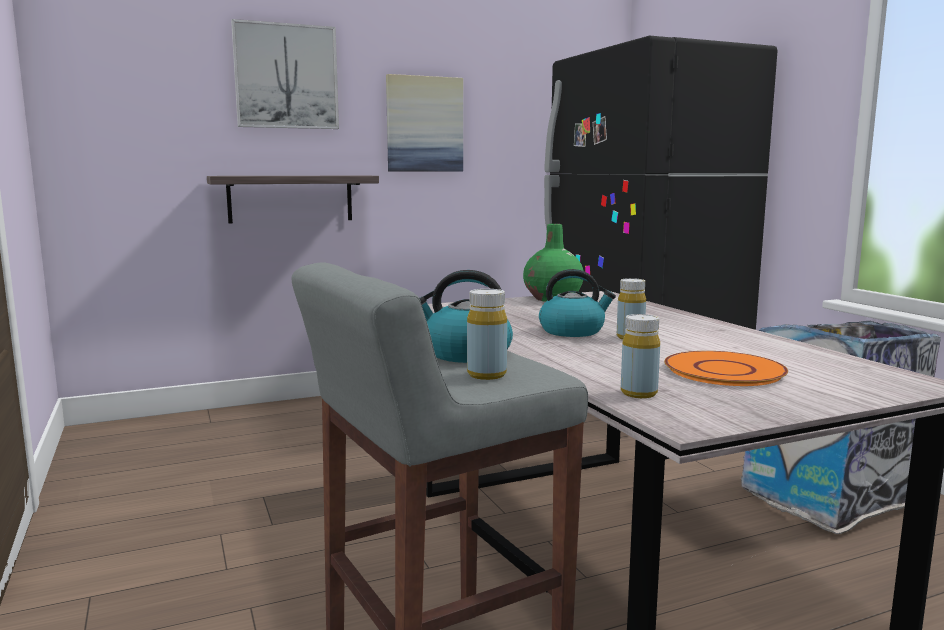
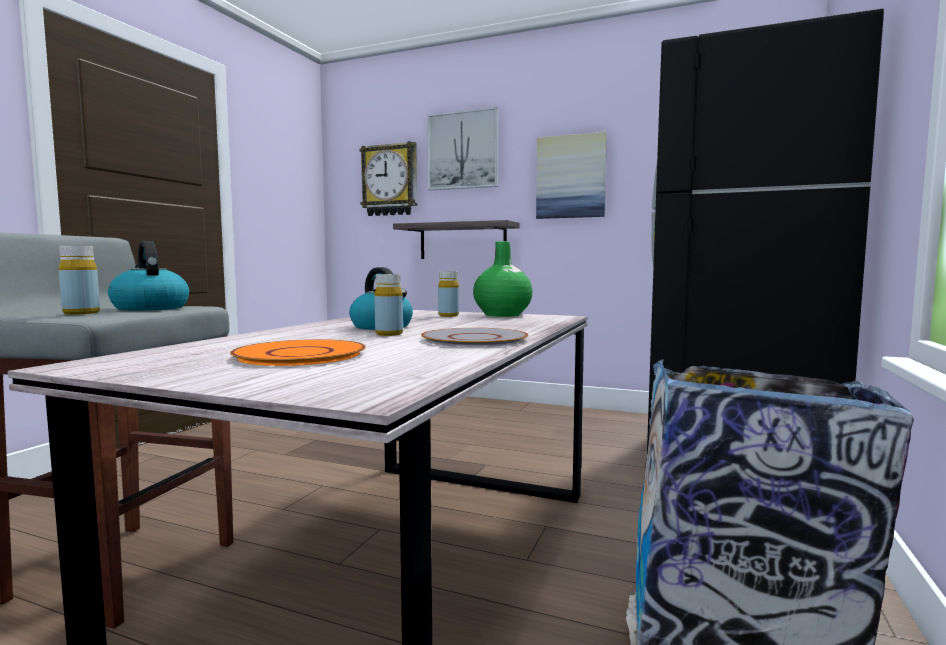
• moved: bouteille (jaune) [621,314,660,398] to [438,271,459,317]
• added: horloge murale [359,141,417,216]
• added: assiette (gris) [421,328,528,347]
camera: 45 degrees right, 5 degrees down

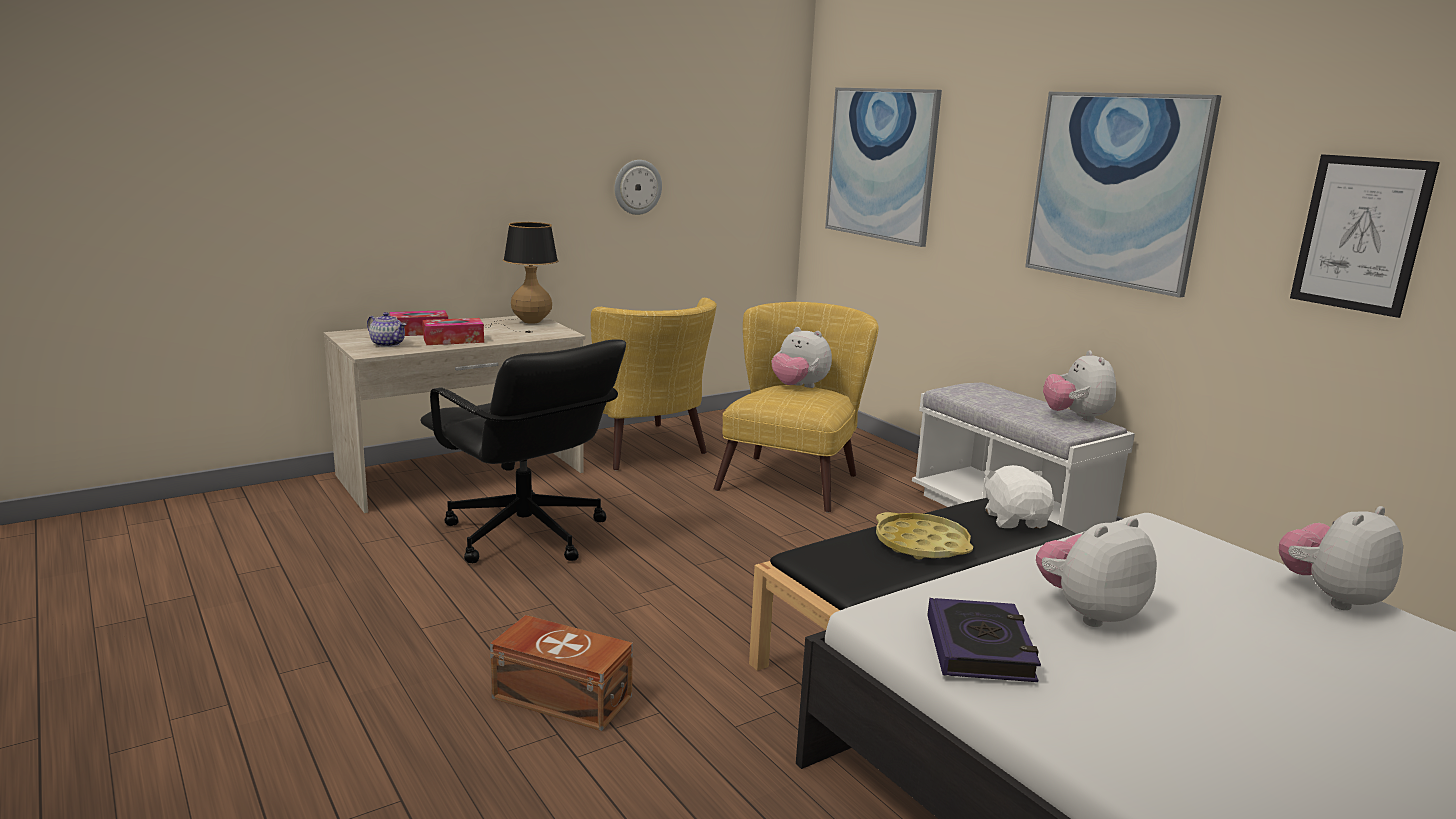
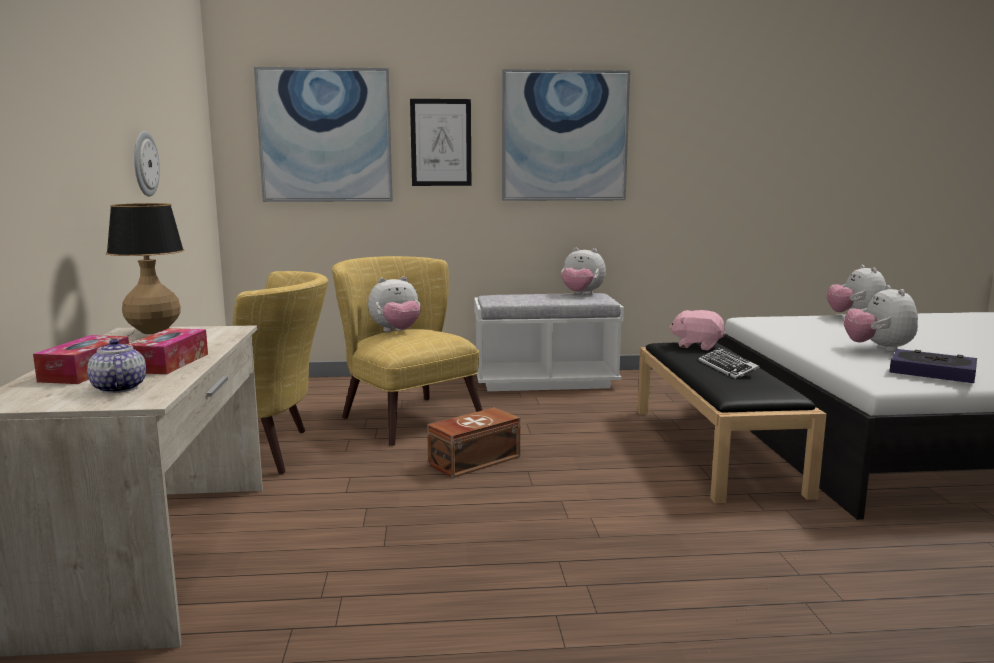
• turned: théière [367,312,406,347] = [87,339,146,393] 90 degrees counterclockwise
• removed: chaise de bureau (noir) [420,339,626,563]
• moved: boîte de rangement (marron) [490,615,633,731] to [427,408,520,478]
• replaced: plateau (jaune) [876,512,973,559] to clavier [699,348,760,379]
• recoloured: peluche (blanc) [984,465,1054,528] to peluche (rose) [669,310,725,350]
• moved: tableau [1290,154,1440,318] to [410,99,471,186]
camera: 60 degrees left, 5 degrees down

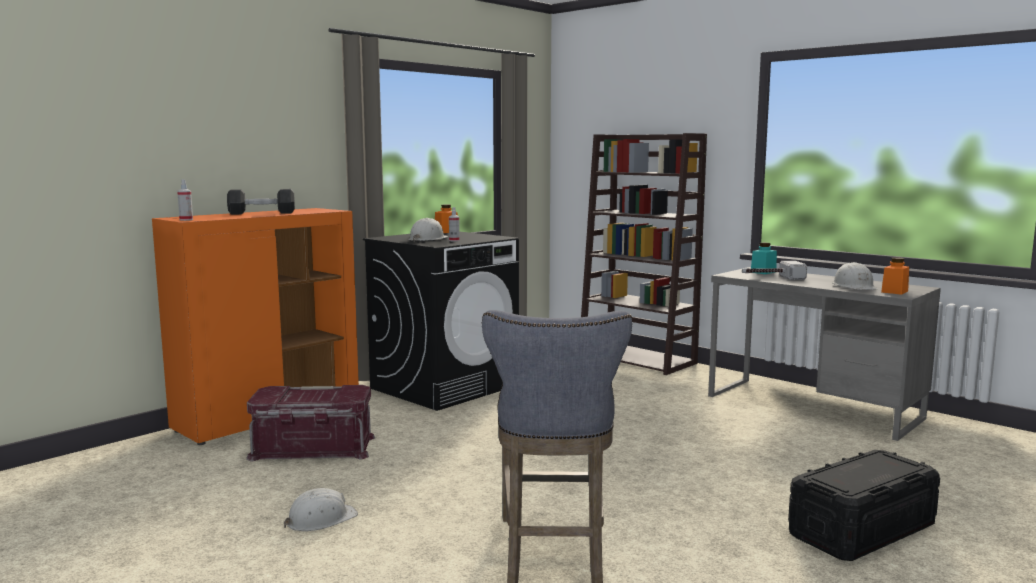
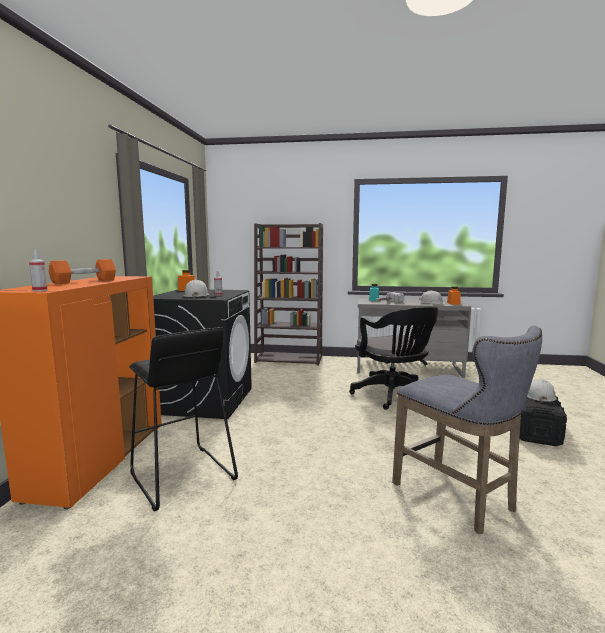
• recoloured: haltère (noir) [227,189,295,215] to haltère (orange) [49,259,116,284]
• replaced: boîte de rangement (rouge) [246,385,375,462] to tabouret (noir) [129,327,238,511]
• moved: casque de chantier (blanc) [283,488,358,531] to [527,379,557,403]
• added: chaise de bureau (noir) [349,307,438,410]
camera: 35 degrees left, 0 degrees up

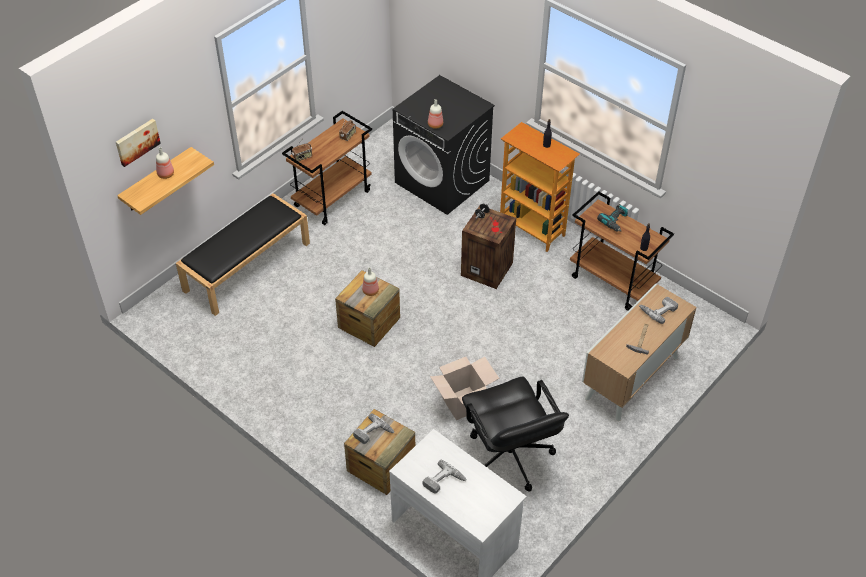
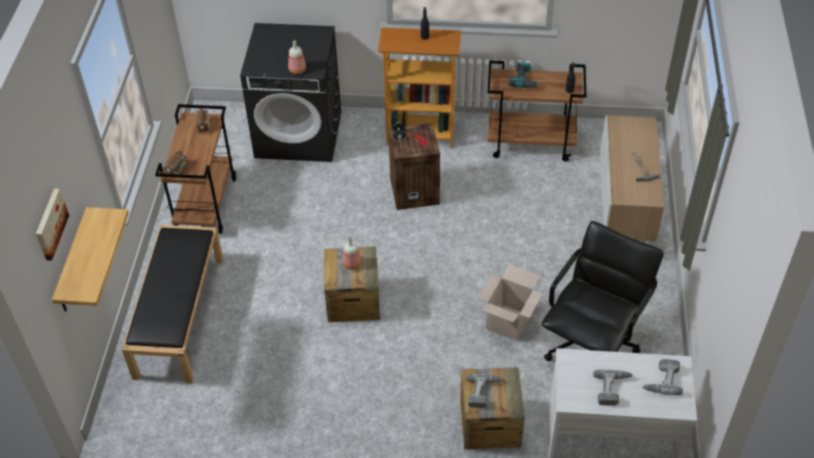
• removed: bouteille [156,147,174,179]
• turned: chaise de bureau (noir) [462,377,569,492] = [542,221,664,361] 90 degrees counterclockwise
• moved: perceuse [639,297,678,324] to [642,359,683,395]
camera: 35 degrees left, 0 degrees up

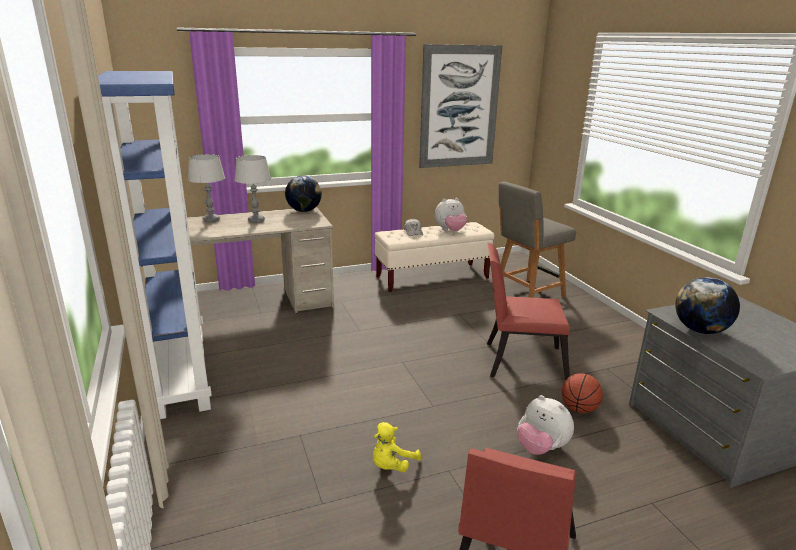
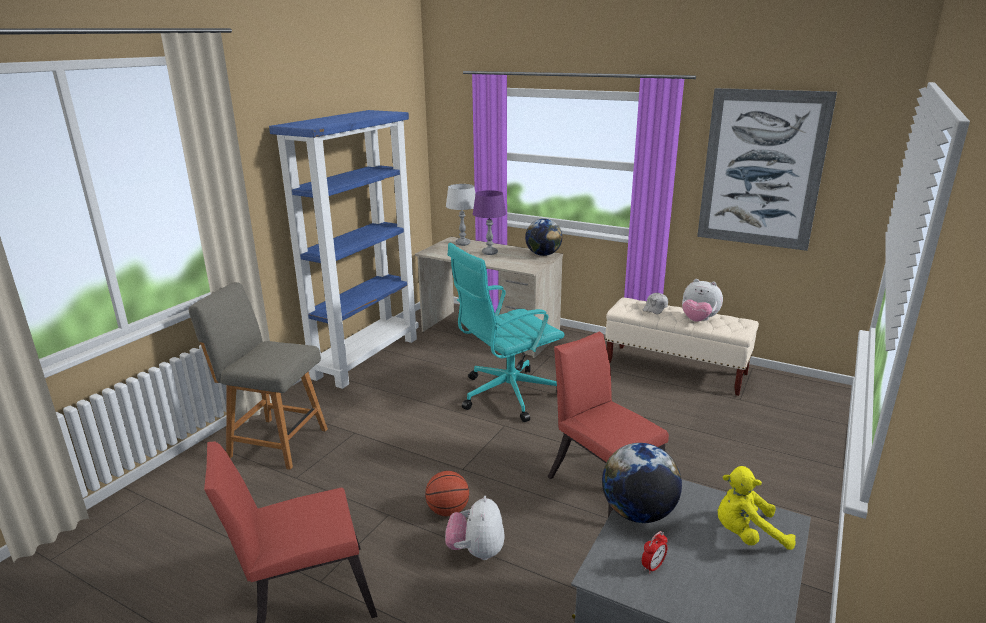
• recoloured: lampe de table (gris) [235,155,271,223] to lampe de table (violet) [473,190,506,255]
• moved: peluche (jaune) [373,422,421,472] to [718,466,795,550]
• moved: chaise (gris) [499,182,576,298] to [188,282,328,470]
• moved: ballon de basket [562,373,603,413] to [425,471,469,517]
• added: chaise de bureau (turquoise) [447,243,565,422]
• added: réveil [642,531,668,574]
camera: 50 degrees right, 0 degrees up

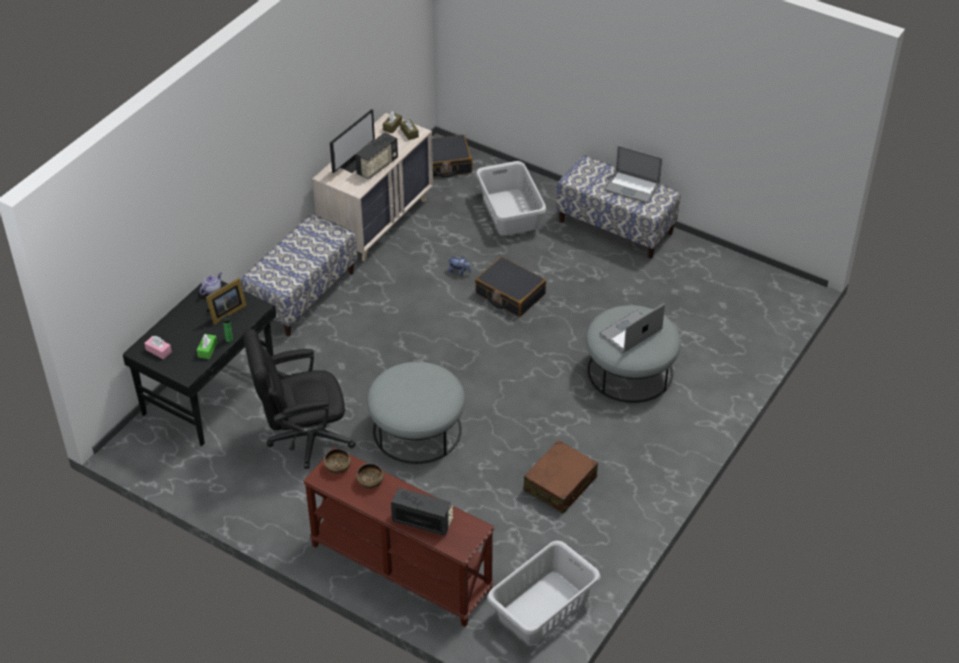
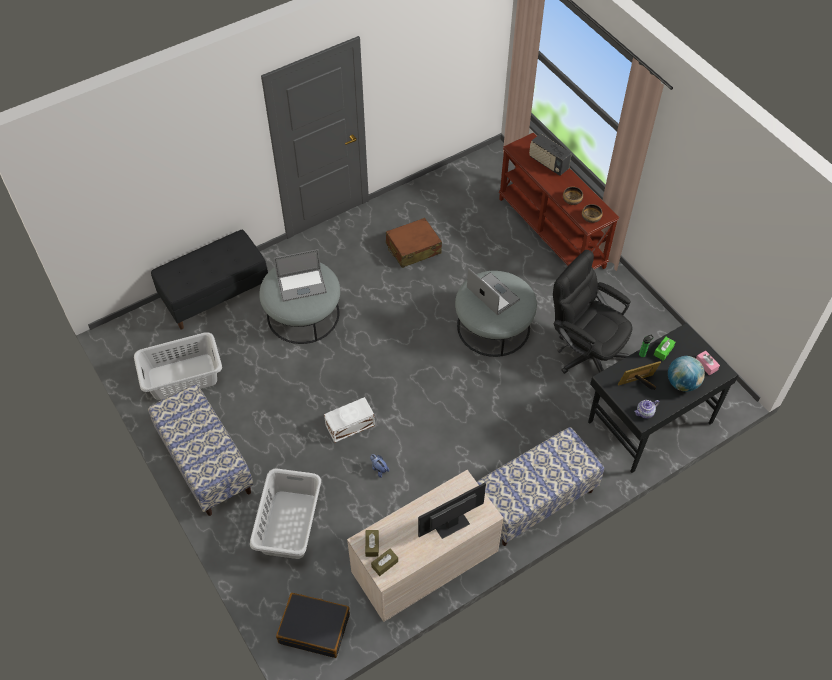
• turned: chaise de bureau (noir) [243,329,356,469] = [553,250,633,373] 150 degrees counterclockwise
• removed: radio [355,132,398,180]
• replaced: valise (noir) [475,257,546,317] to boîte de rangement (blanc) [324,397,375,443]
• moved: panier à linge (gris) [487,541,601,644] to [134,332,222,400]
• moved: ordinateur portable [604,145,662,203] to [467,268,520,315]
• added: banc (noir) [151,230,268,330]
• added: globe [668,356,705,392]
camera: 155 degrees left, 10 degrees up

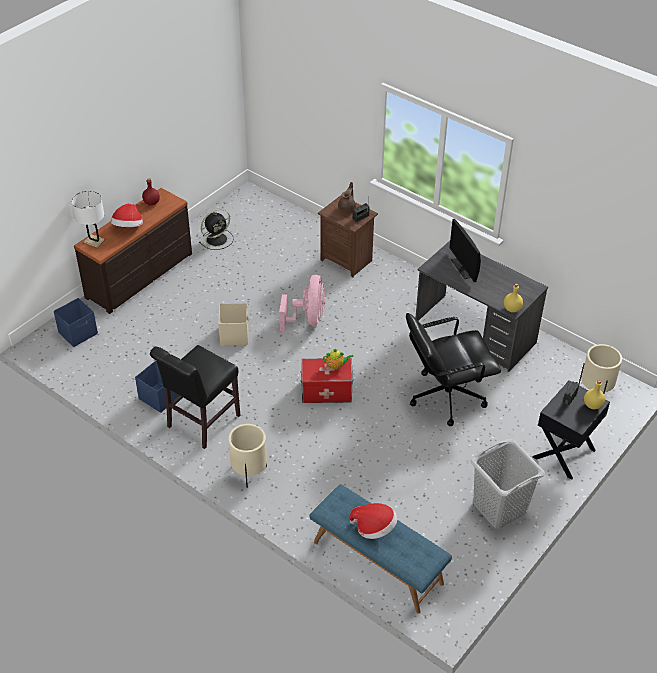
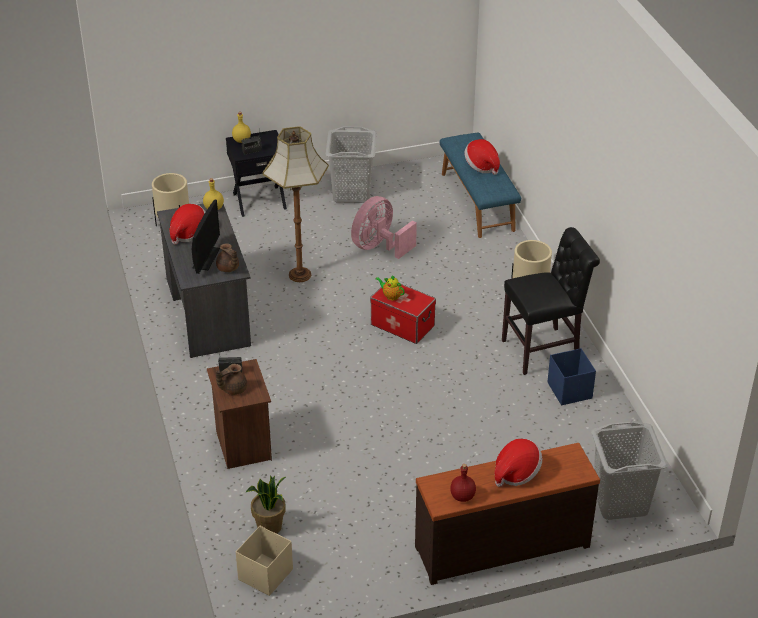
• replaced: boîte de rangement (bleu) [54,298,98,347] to panier à linge (gris) [591,421,668,520]
• removed: lampe de table (blanc) [72,191,105,247]
• removed: ventilateur (noir) [199,209,234,250]
• moved: boîte de rangement (beige) [218,303,249,345] to [236,526,293,596]
• moved: ventilateur (rose) [279,275,326,331] to [351,196,417,259]
• replaced: chaise de bureau (noir) [406,313,501,426] to lampadaire [263,126,329,282]
• added: chapeau [170,204,205,245]
• added: théière (marron) [216,243,239,272]
• added: plante en pot [246,476,286,534]
camera: 145 degrees left, 5 degrees down

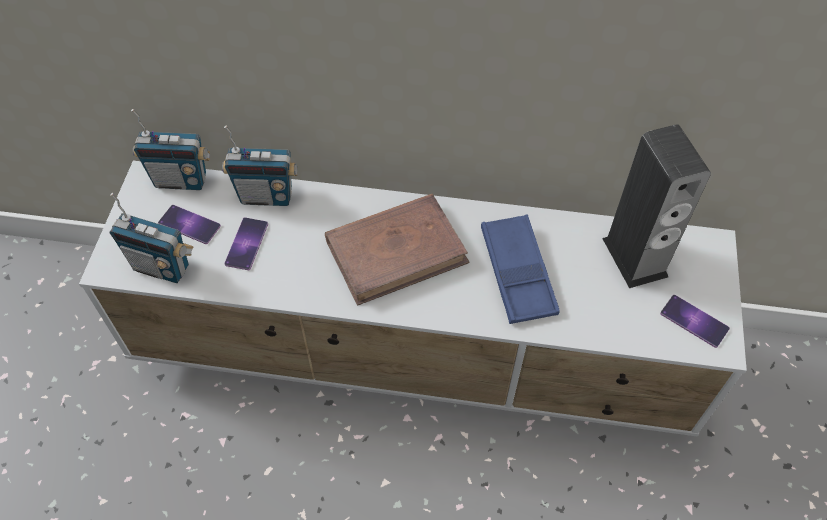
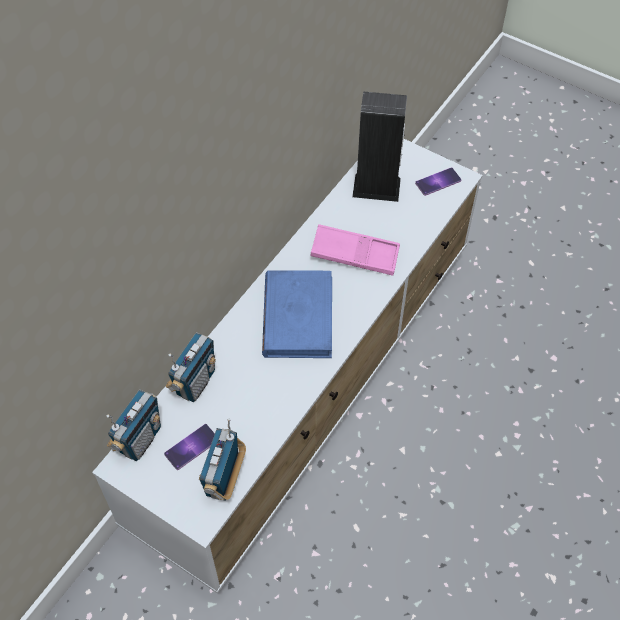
• turned: radio [109,193,193,283] = [199,419,246,501] 150 degrees clockwise
• removed: téléphone [224,217,268,270]
• recoloured: livre (marron) [325,194,470,306] to livre (bleu) [262,270,332,358]
• recoloured: plateau (bleu) [481,215,560,324] to plateau (rose) [311,224,400,276]
camera: 65 degrees left, 0 degrees up

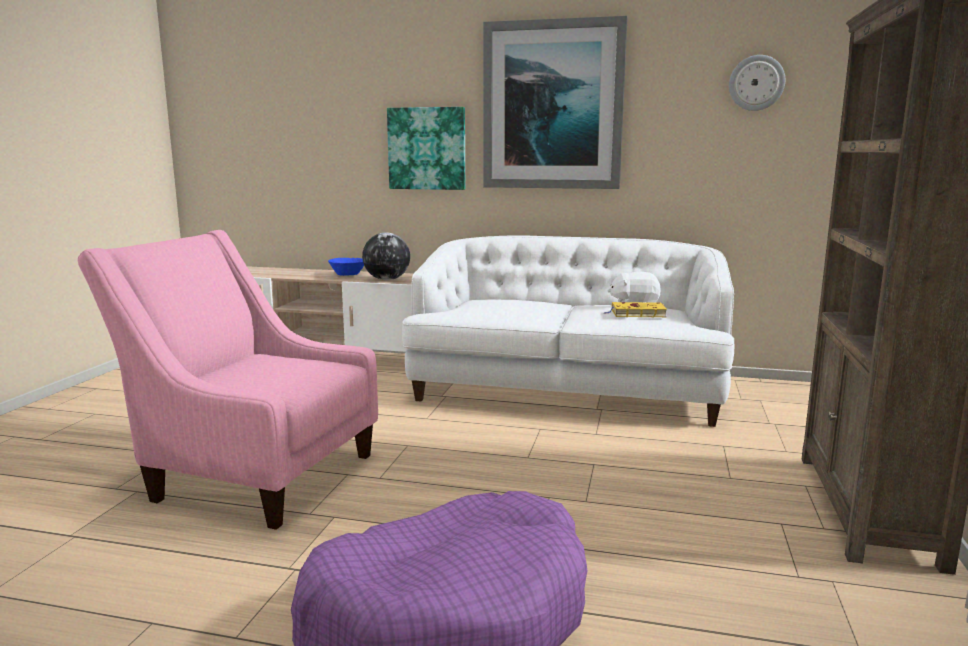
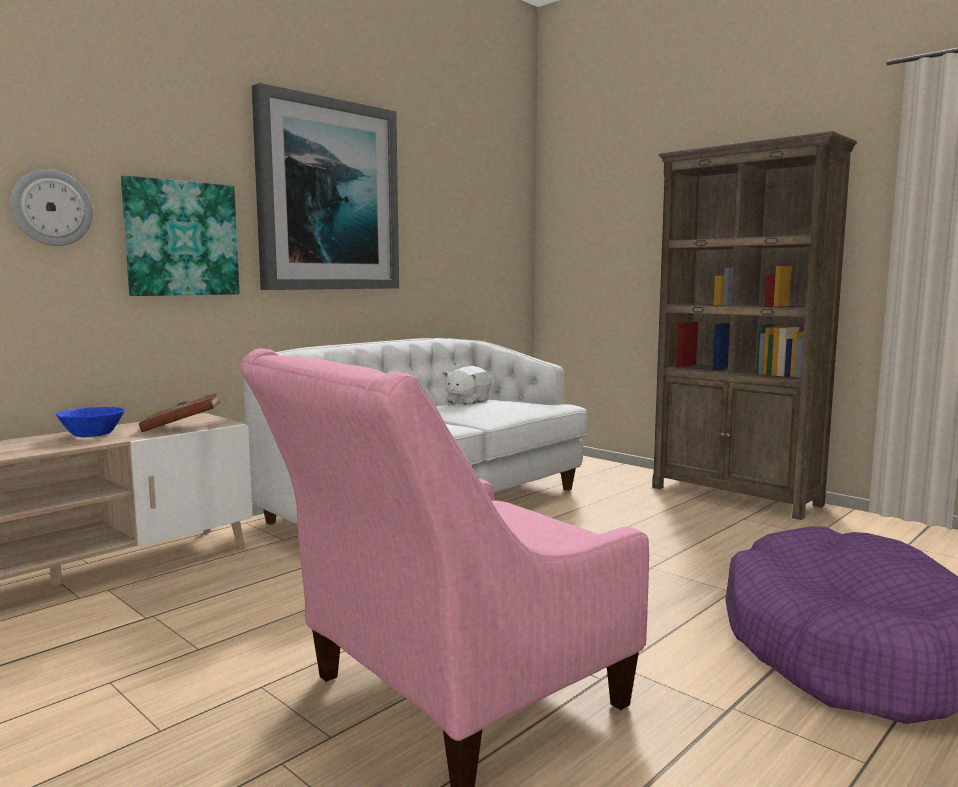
• replaced: globe [362,233,410,280] to livre (marron) [139,392,220,432]
• removed: livre (jaune) [603,302,667,317]
• moved: horloge murale [729,55,785,111] to [10,169,93,246]
camera: 60 degrees left, 5 degrees down

